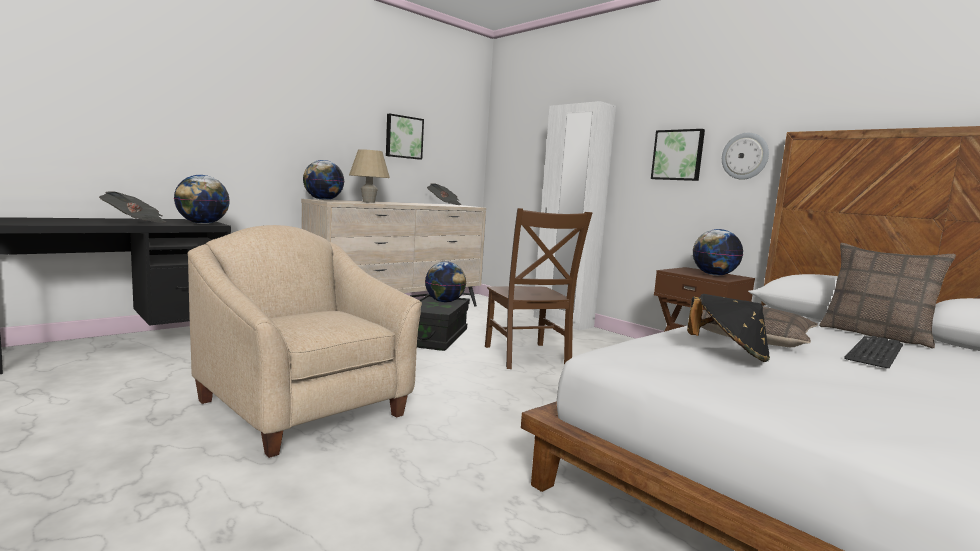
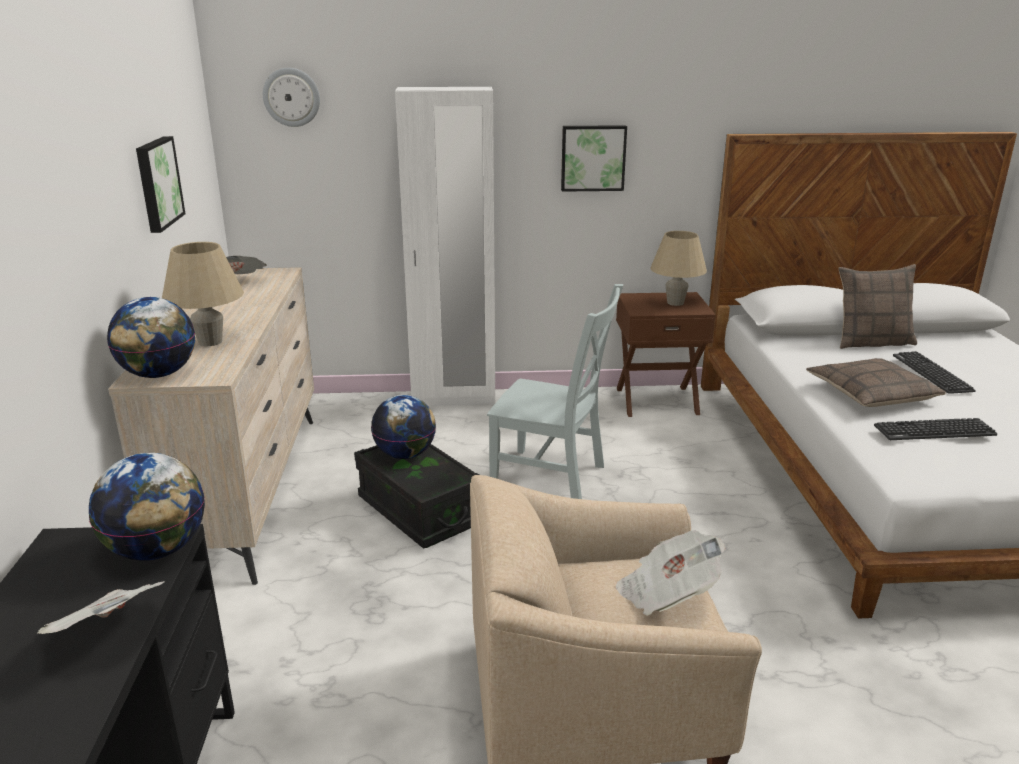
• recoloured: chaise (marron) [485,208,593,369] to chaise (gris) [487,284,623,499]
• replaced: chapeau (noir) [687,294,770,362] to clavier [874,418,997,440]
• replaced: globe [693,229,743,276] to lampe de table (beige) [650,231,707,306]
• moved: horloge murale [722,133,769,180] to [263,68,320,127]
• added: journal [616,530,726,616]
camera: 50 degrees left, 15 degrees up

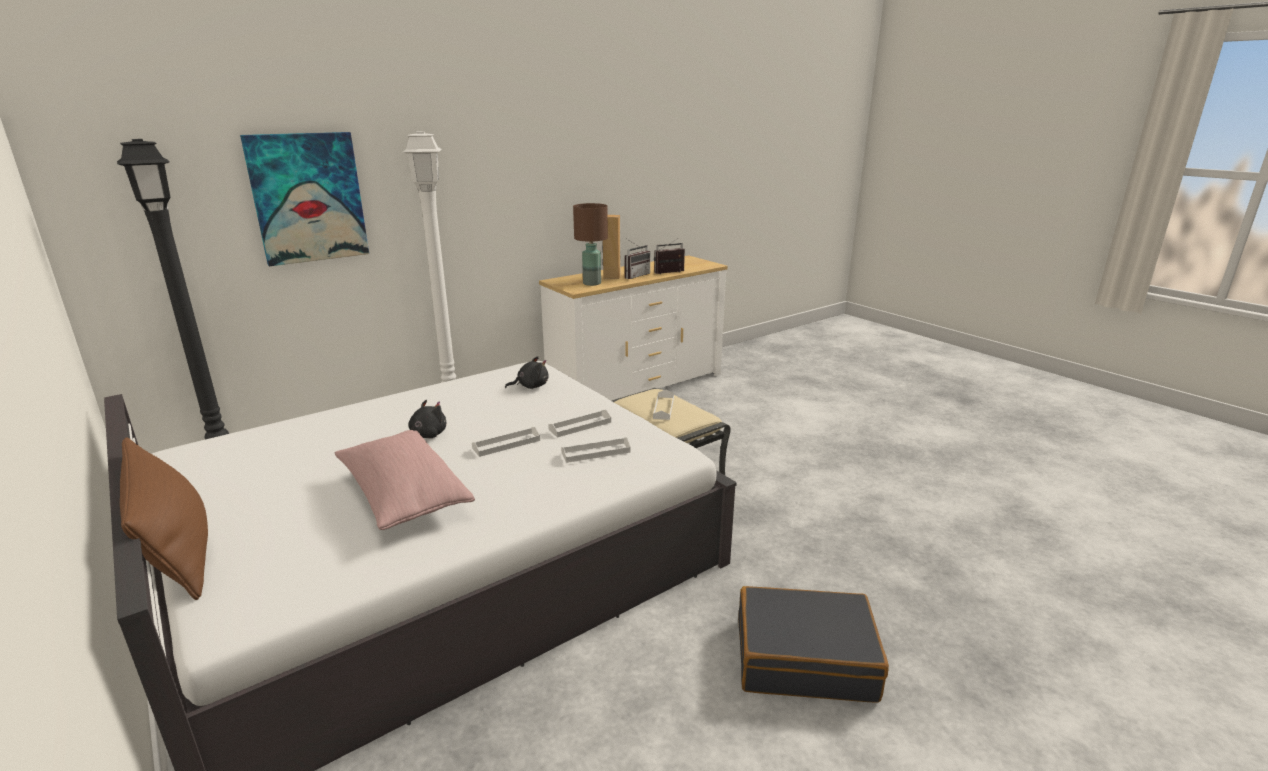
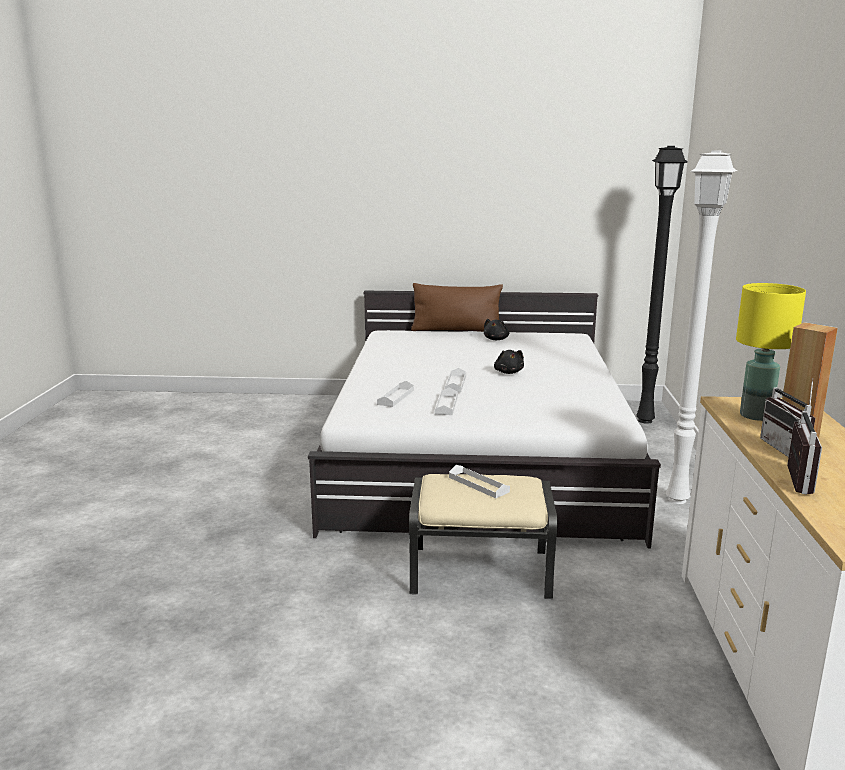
• removed: tableau [240,132,369,266]
• removed: coussin (rose) [334,430,475,530]
• moved: peluche (noir) [505,356,549,389] to [484,319,510,340]
• recoloured: lampe de table (marron) [573,203,608,286] to lampe de table (jaune) [736,283,806,421]
• removed: valise (noir) [738,586,889,703]
camera: 130 degrees right, 5 degrees down

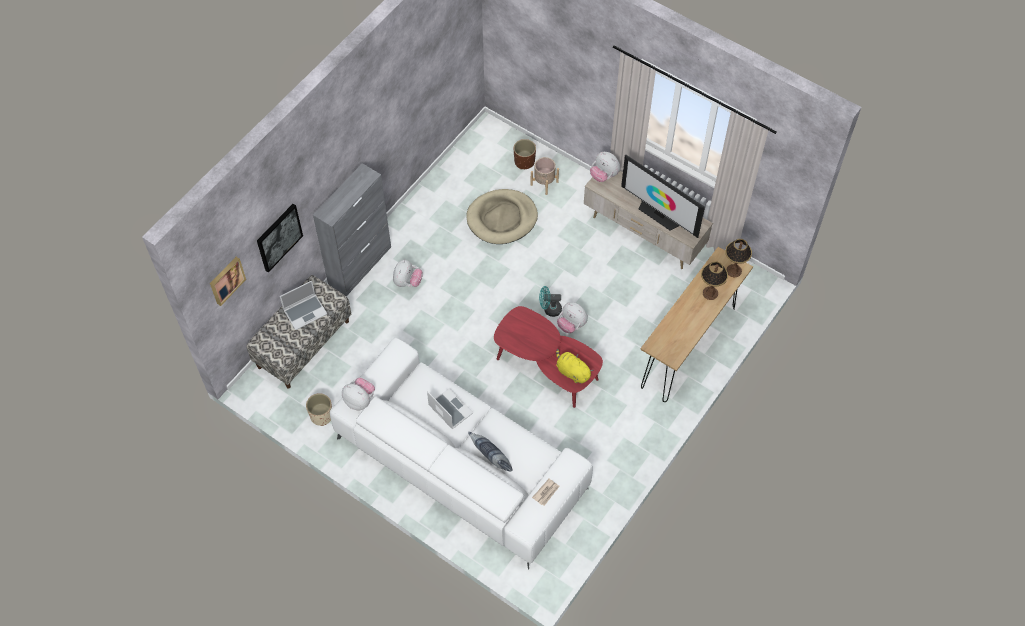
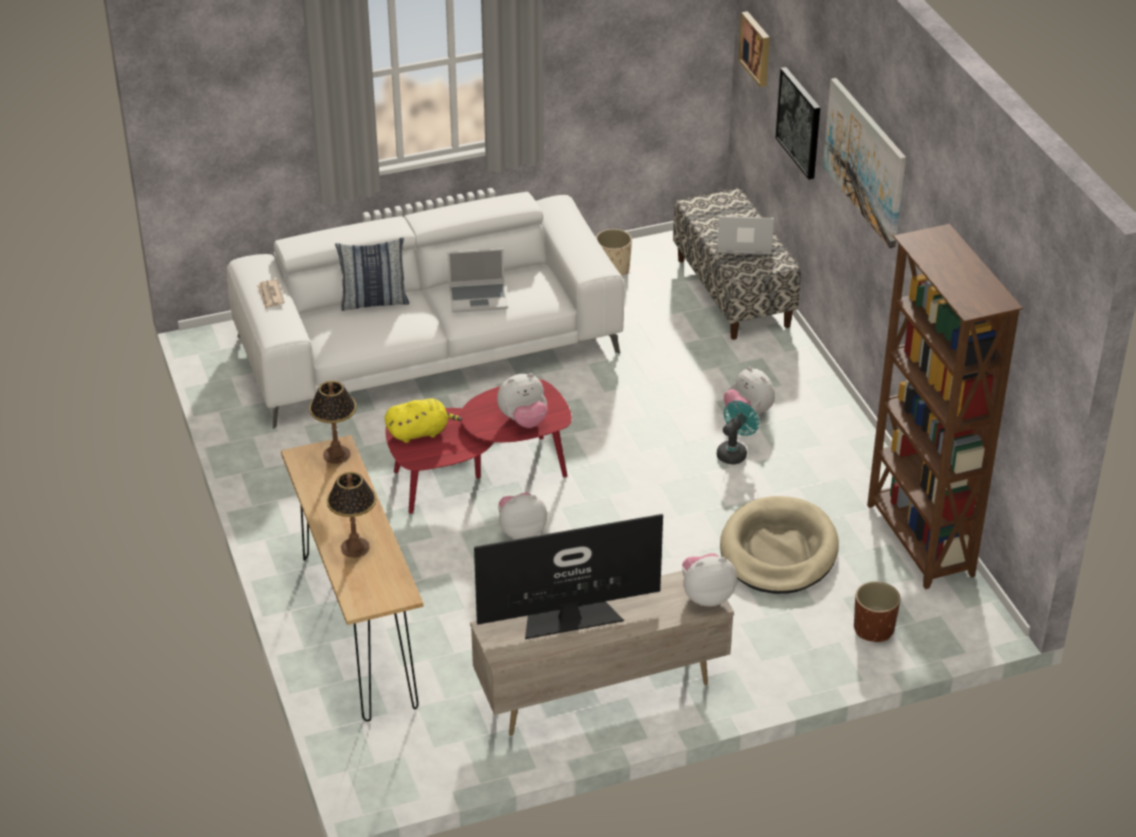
• turned: ordinateur portable [280,280,327,330] = [717,216,774,255] 90 degrees clockwise
• removed: meuble de rangement (gris) [313,163,391,297]
• moved: peluche [342,378,375,410] to [497,373,548,428]
• removed: cache-pot (beige) [530,157,559,195]
• moved: ventilateur (turquoise) [539,286,562,317] to [717,401,759,464]
• moved: lampe de table [725,239,752,277] to [309,381,357,464]
• added: tableau [823,78,906,248]
• added: bibliothèque (marron) [867,224,1023,589]
camera: 125 degrees right, 20 degrees down

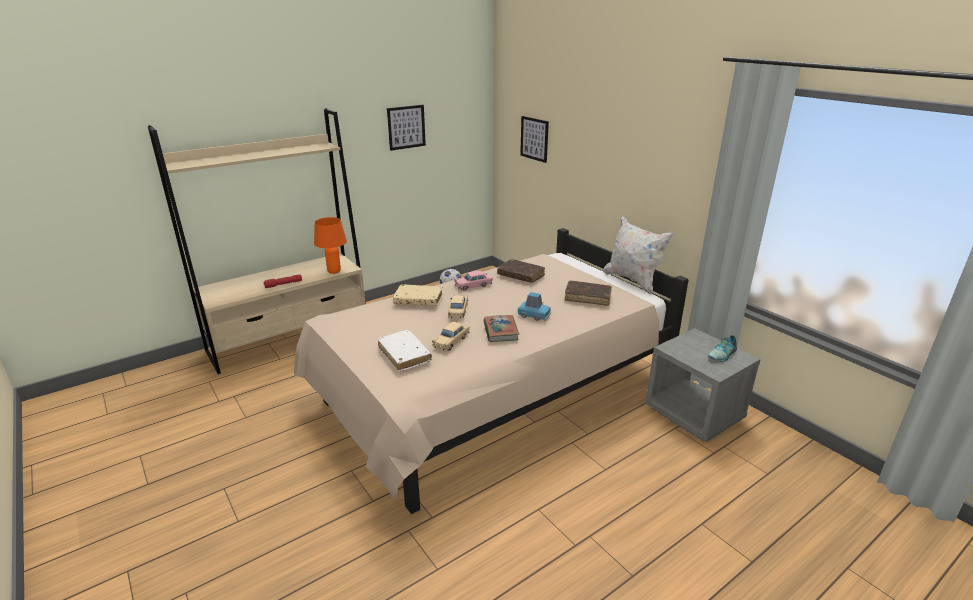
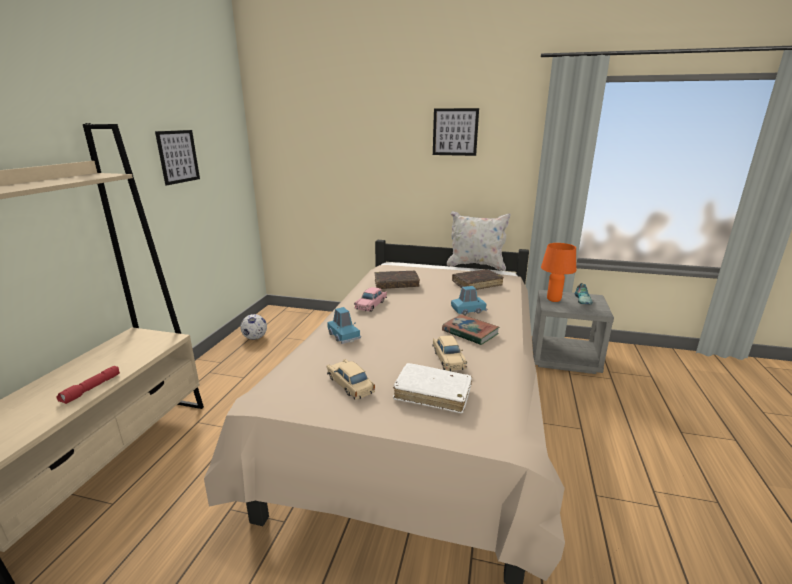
• moved: lampe de table (orange) [314,217,347,274] to [541,243,576,302]
• replaced: livre (beige) [393,284,443,306] to petite voiture (bleu) [327,307,361,344]
• moved: petite voiture (beige) [448,294,468,318] to [326,359,375,400]
• moved: tableau [520,116,549,163] to [433,108,479,156]
camera: 40 degrees left, 5 degrees down

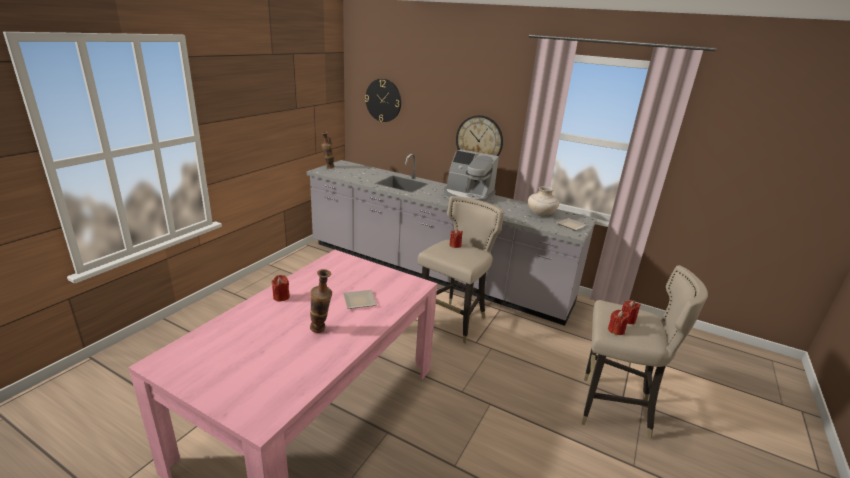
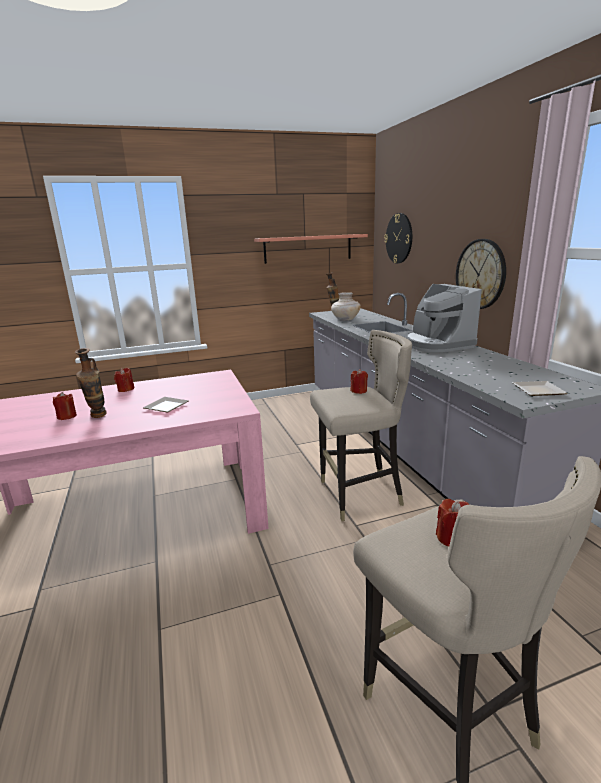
• moved: vase (beige) [528,186,559,216] to [331,292,361,321]
• moved: bougie (rouge) [608,310,629,335] to [53,392,77,420]
• added: étagère [254,234,368,264]
camera: 45 degrees right, 5 degrees down

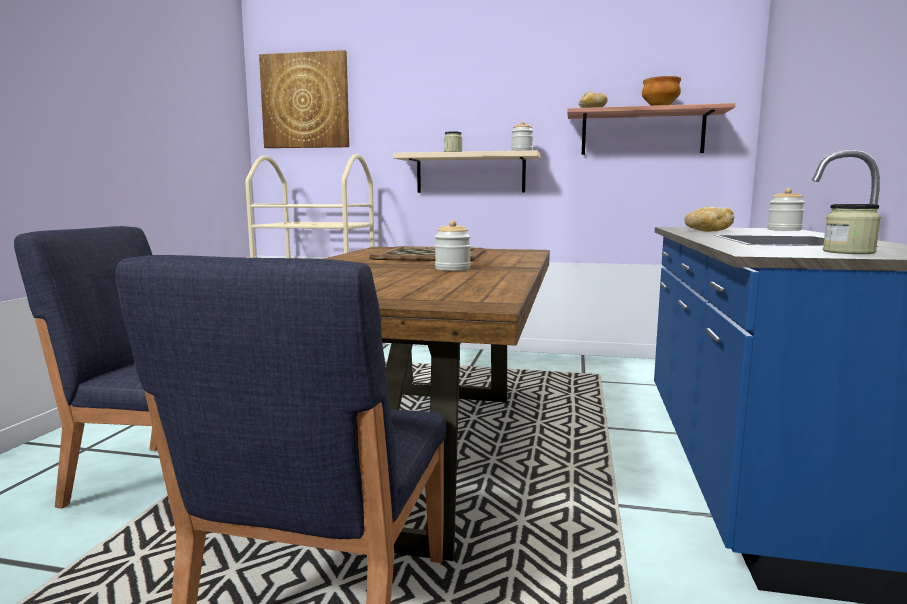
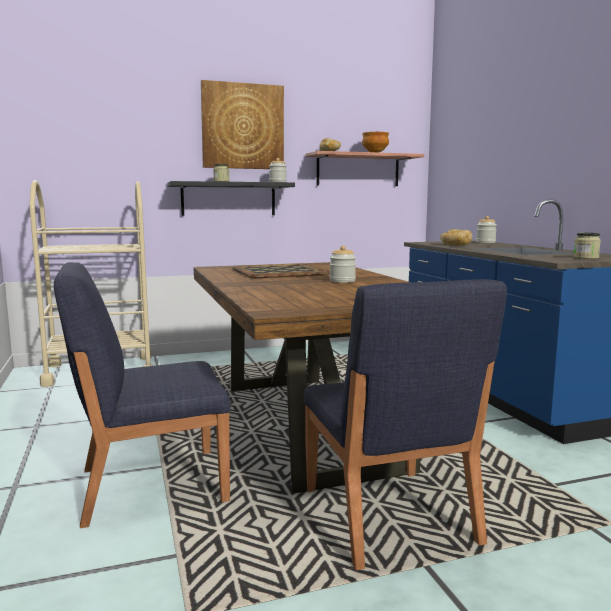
• moved: tableau [259,50,349,148] to [201,80,284,169]
• recoloured: étagère (beige) [393,150,540,193] to étagère (noir) [168,181,295,216]
camera: 30 degrees left, 0 degrees up

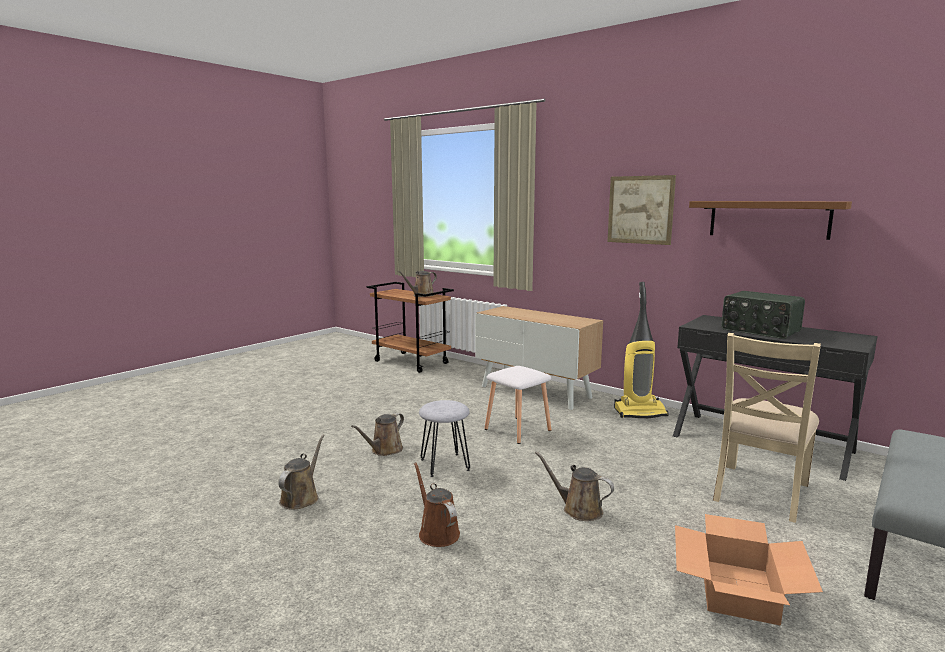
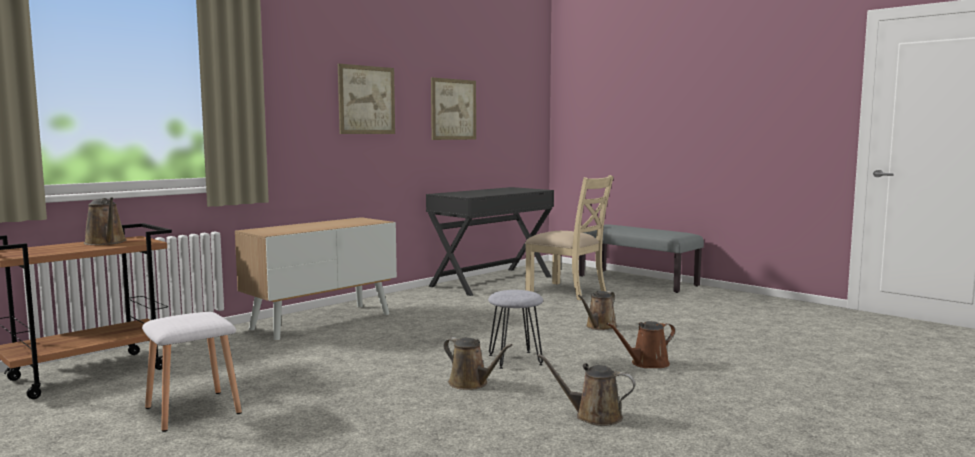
• moved: tabouret (blanc) [485,366,551,444] to [142,312,242,432]
• removed: aspirateur [614,282,669,418]
• removed: carton [675,514,823,626]
• replaced: étagère (marron) [689,201,852,240] to tableau [431,78,476,140]
• removed: radio [721,291,805,339]
camera: 85 degrees left, 5 degrees down

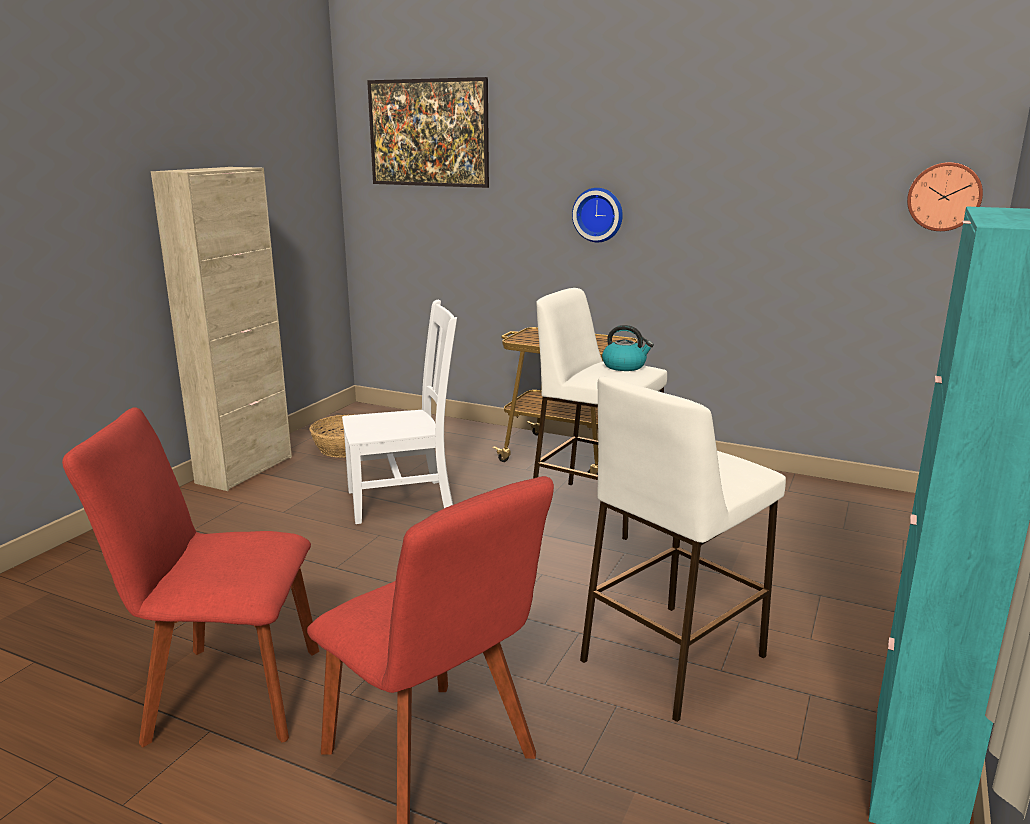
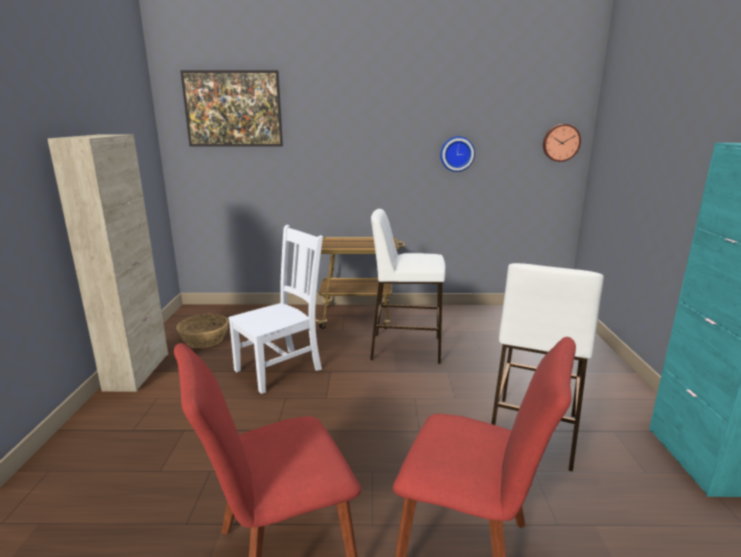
• moved: horloge murale [572,188,623,242] to [440,136,475,172]
• removed: bouilloire [602,325,654,371]
camera: 25 degrees left, 0 degrees up

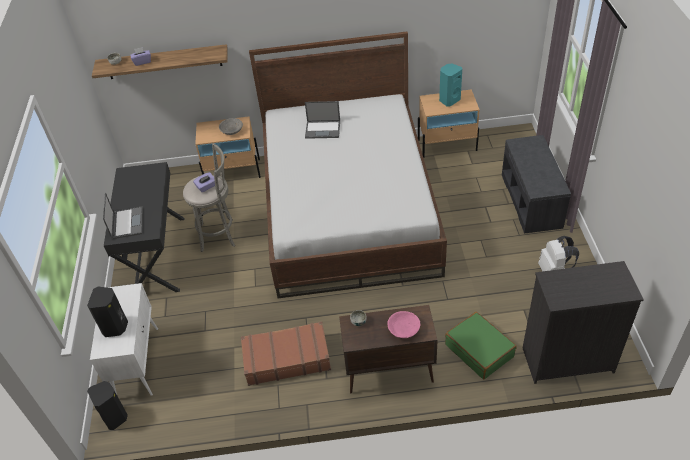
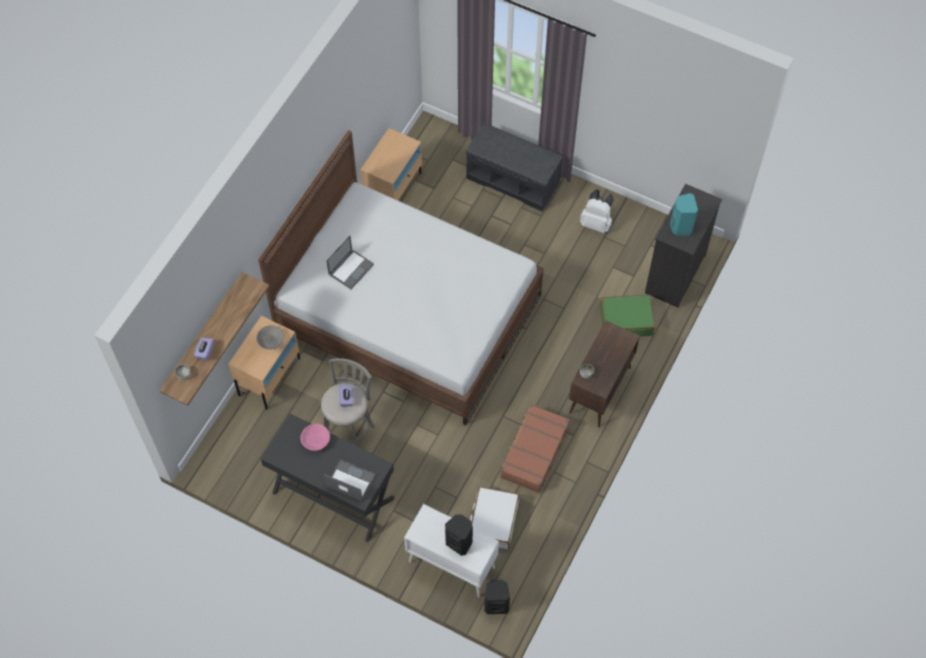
• moved: bol (rose) [387,311,420,338] to [301,424,330,451]
• moved: enceinte (turquoise) [439,63,462,106] to [670,193,698,236]
• added: valise (blanc) [470,487,519,549]
camera: 60 degrees left, 15 degrees up

